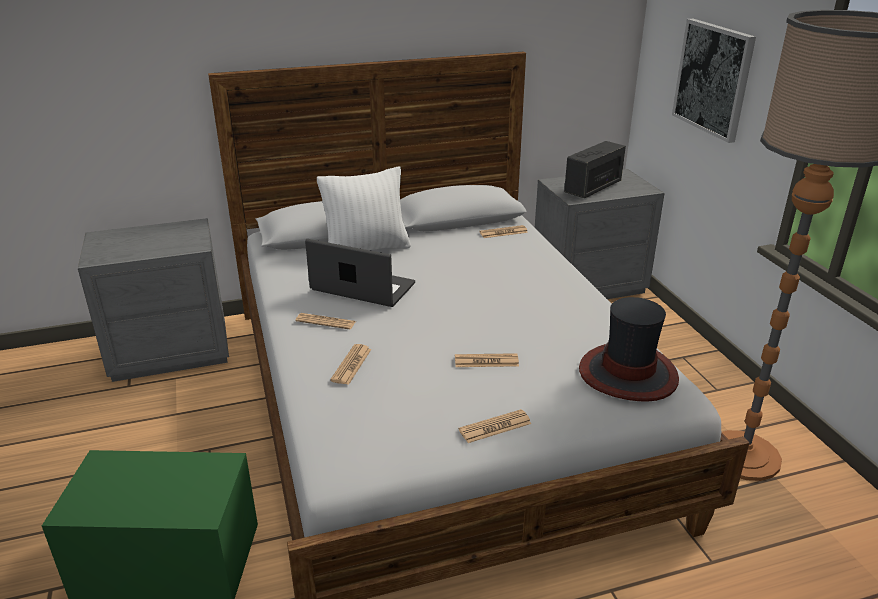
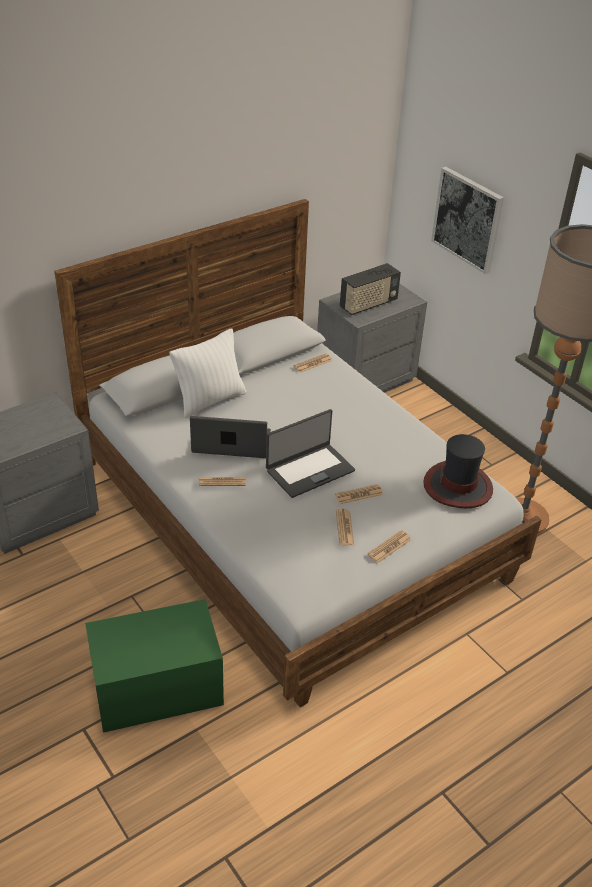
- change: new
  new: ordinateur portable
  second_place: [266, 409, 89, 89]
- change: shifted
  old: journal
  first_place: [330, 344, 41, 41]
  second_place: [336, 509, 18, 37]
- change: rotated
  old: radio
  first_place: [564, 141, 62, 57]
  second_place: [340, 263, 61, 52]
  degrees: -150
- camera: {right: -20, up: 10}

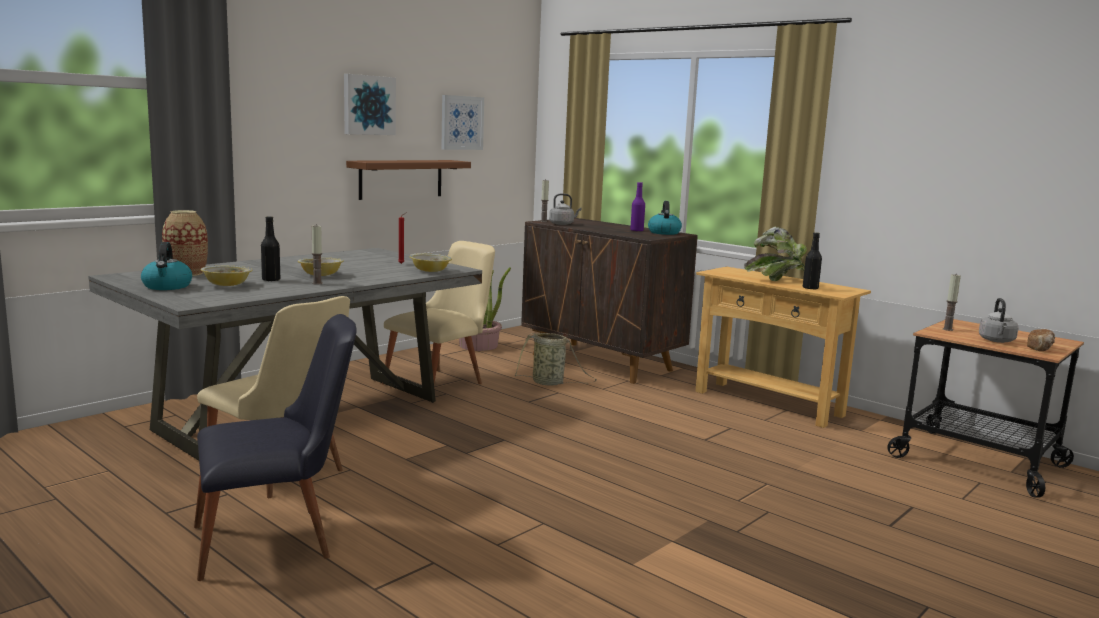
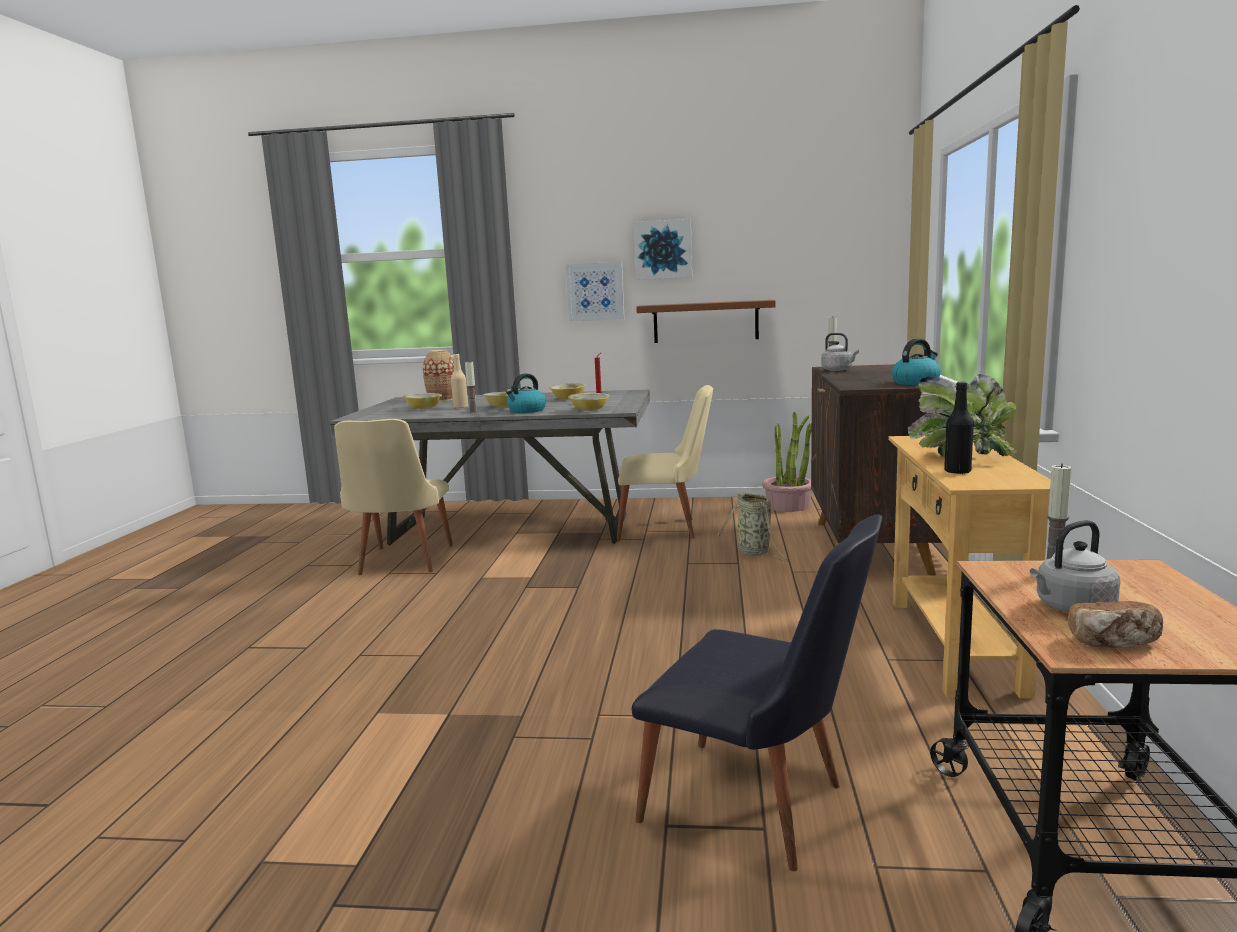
- change: repainted
  old: bouteille/noir
  new: bouteille/beige
  first_place: [261, 216, 19, 65]
  second_place: [451, 354, 17, 54]
- change: shifted
  old: bouilloire
  first_place: [141, 242, 51, 48]
  second_place: [506, 374, 40, 39]
- change: new
  new: bol
  second_place: [549, 383, 37, 16]
- change: shifted
  old: tableau
  first_place: [442, 95, 42, 55]
  second_place: [566, 262, 58, 60]
- change: shifted
  old: chaise/noir
  first_place: [194, 314, 163, 267]
  second_place: [632, 514, 250, 357]
- change: gone
  old: bouteille/violet
  first_place: [630, 182, 15, 50]
- camera: {right: 55, up: 0}

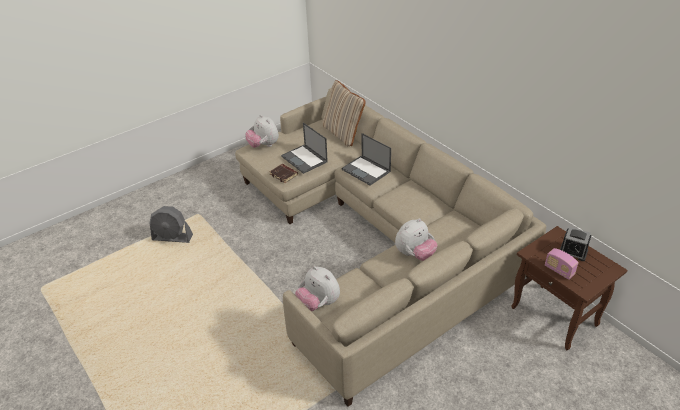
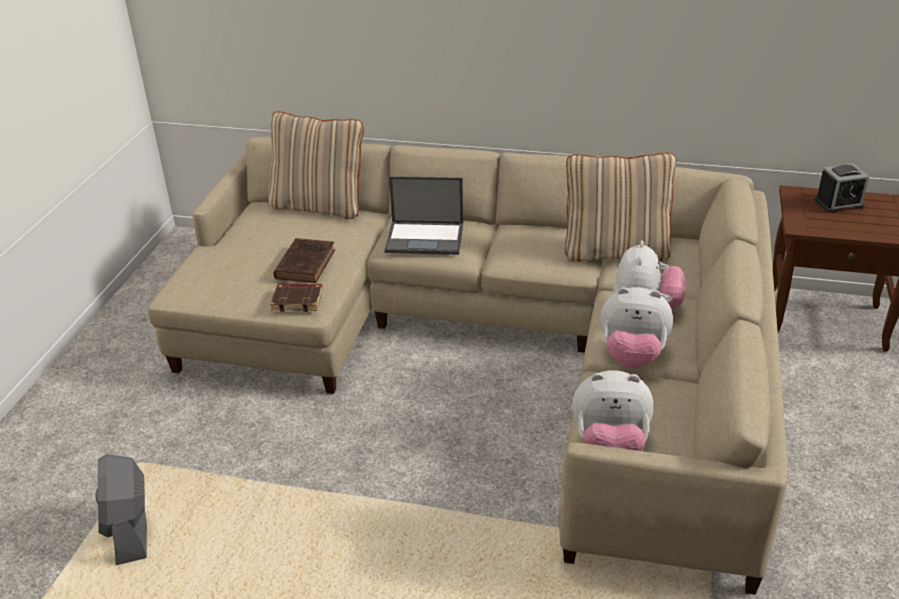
- change: rotated
  old: ventilateur/gris
  first_place: [150, 206, 43, 37]
  second_place: [95, 454, 52, 111]
  degrees: 105
- change: swapped
  old: ordinateur portable
  new: livre/marron
  first_place: [281, 122, 47, 52]
  second_place: [273, 238, 62, 45]
- change: new
  new: coussin/beige
  second_place: [565, 153, 111, 109]
- change: shifted
  old: peluche
  first_place: [245, 114, 34, 34]
  second_place: [600, 287, 73, 81]
- change: gone
  old: radio
  first_place: [545, 248, 33, 32]
- camera: {right: -40, up: -5}

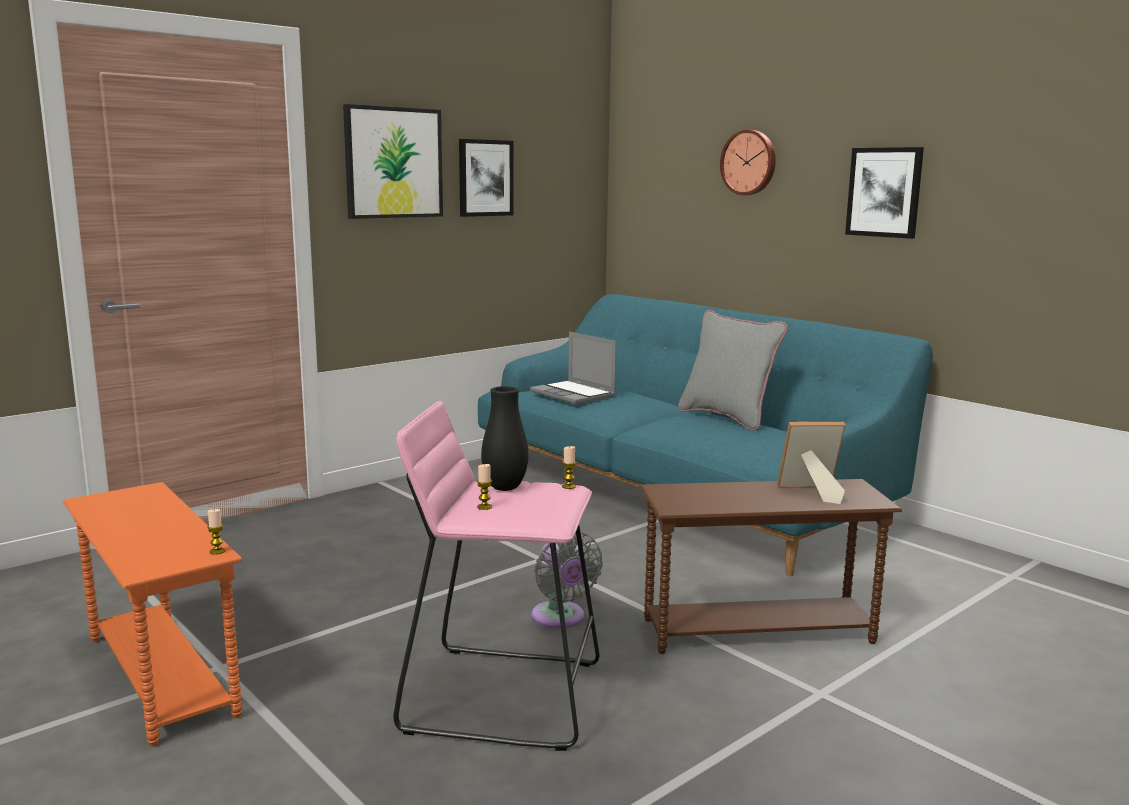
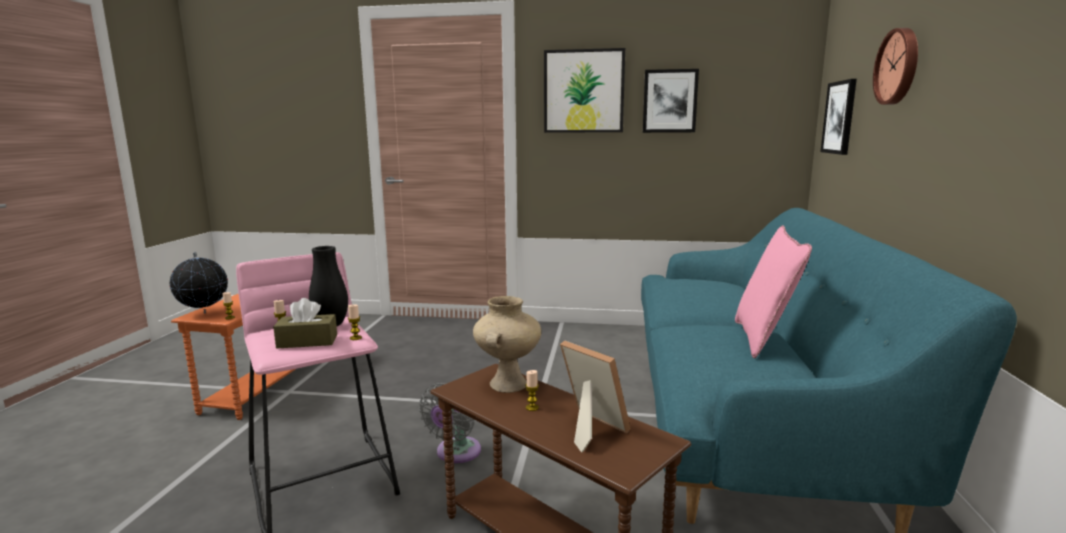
- change: new
  new: globe
  second_place: [169, 252, 59, 61]
- change: new
  new: boîte à mouchoirs/marron
  second_place: [273, 298, 64, 51]
- change: new
  new: vase/beige
  second_place: [473, 296, 68, 97]
- change: new
  new: bougie
  second_place: [525, 370, 14, 41]
- change: repainted
  old: coussin/gris
  new: coussin/rose
  first_place: [678, 310, 109, 121]
  second_place: [735, 225, 77, 133]
- change: shifted
  old: tableau
  first_place: [845, 147, 79, 92]
  second_place: [820, 79, 37, 76]
- change: gone
  old: ordinateur portable
  first_place: [530, 332, 86, 72]
- camera: {right: 50, up: 0}

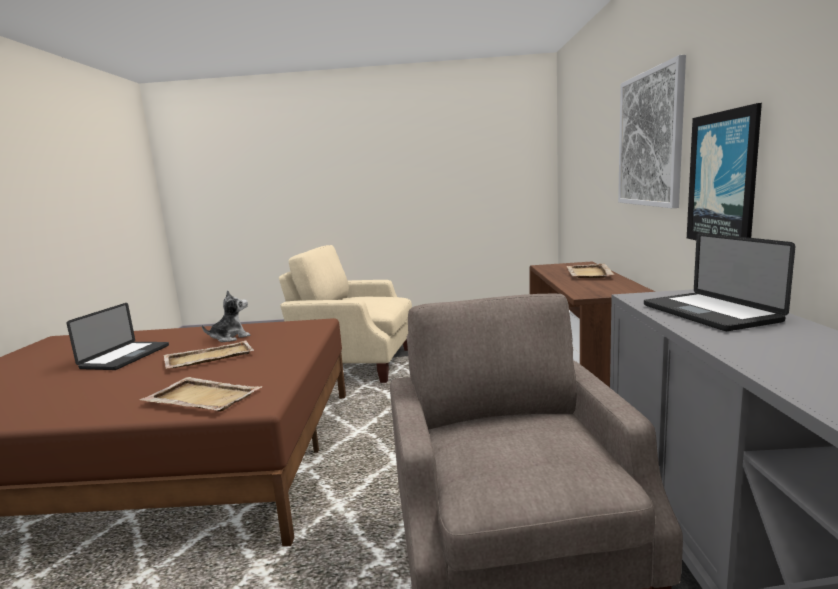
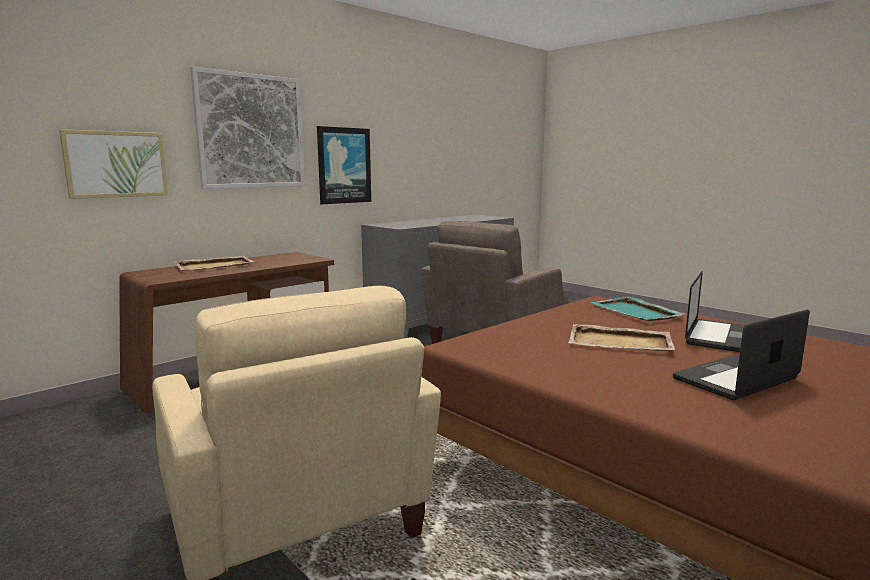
- change: new
  new: tableau
  second_place: [59, 129, 109, 70]
- change: repainted
  old: plateau/beige
  new: plateau/turquoise
  first_place: [140, 377, 122, 35]
  second_place: [591, 296, 94, 25]
- change: shifted
  old: ordinateur portable
  first_place: [644, 233, 151, 98]
  second_place: [685, 271, 60, 81]
- change: gone
  old: peluche
  first_place: [202, 290, 48, 52]
- camera: {right: -135, up: 0}

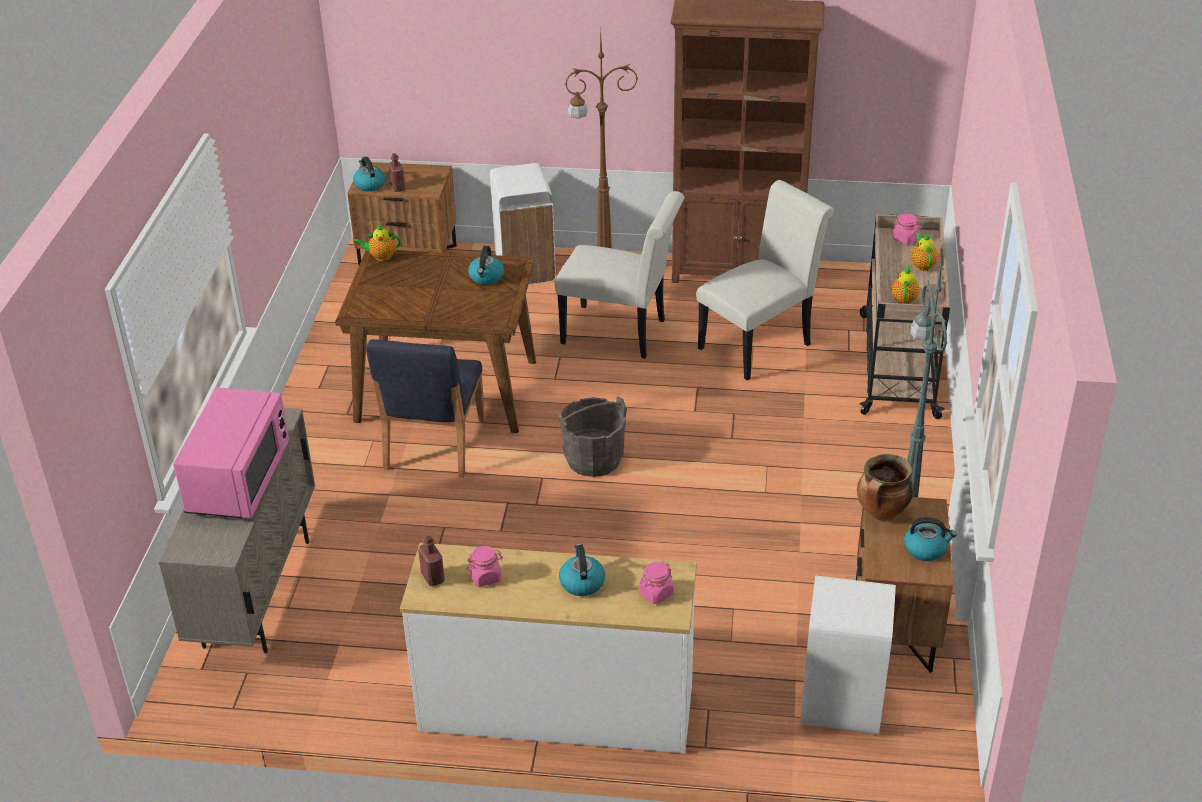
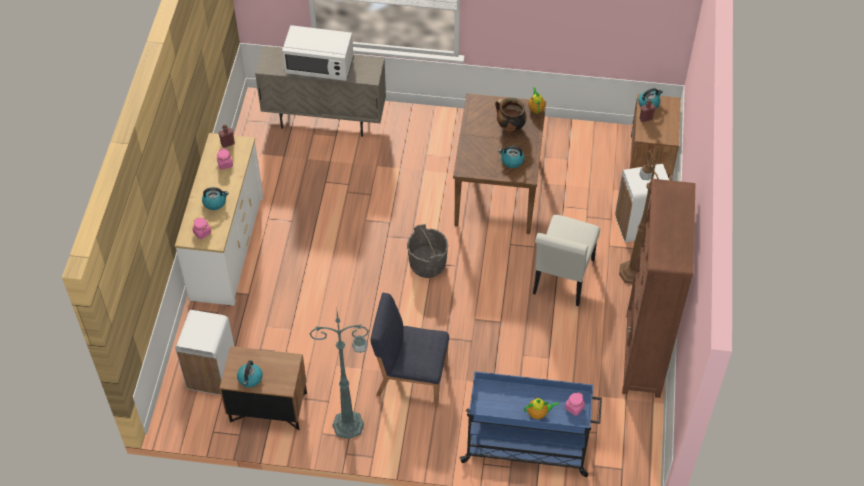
- change: repainted
  old: micro-ondes/rose
  new: micro-ondes/blanc
  first_place: [173, 387, 116, 131]
  second_place: [282, 25, 72, 56]
- change: shifted
  old: chaise/bleu
  first_place: [366, 339, 119, 139]
  second_place: [370, 293, 79, 113]
- change: repainted
  old: chariot/beige
  new: chariot/bleu
  first_place: [860, 214, 90, 205]
  second_place: [459, 371, 143, 106]
- change: shifted
  old: marmite
  first_place: [857, 454, 56, 67]
  second_place: [495, 98, 32, 35]
- change: gone
  old: chaise/blanc
  first_place: [696, 180, 138, 201]
- change: gone
  old: théière
  first_place: [892, 265, 28, 39]
- camera: {right: 90, up: 15}

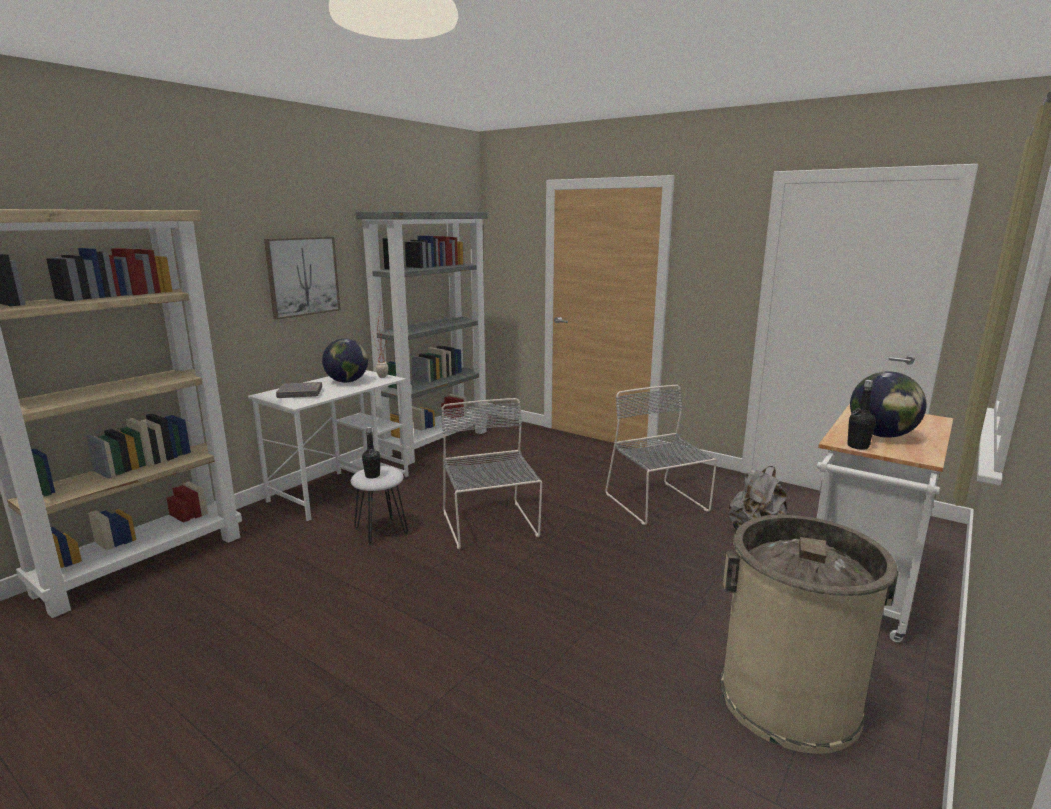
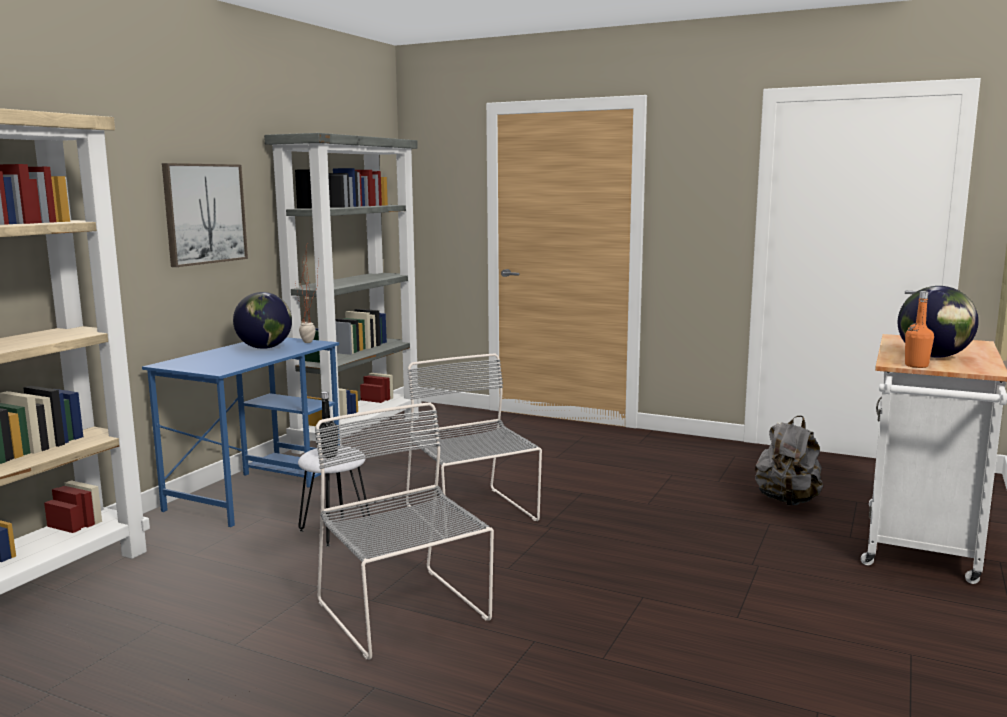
- change: repainted
  old: bureau/blanc
  new: bureau/bleu
  first_place: [248, 370, 161, 151]
  second_place: [142, 337, 198, 190]
- change: shifted
  old: chaise/gris
  first_place: [605, 385, 112, 140]
  second_place: [315, 402, 179, 258]
- change: repainted
  old: bouteille/noir
  new: bouteille/orange
  first_place: [847, 380, 29, 70]
  second_place: [905, 291, 29, 77]
- change: gone
  old: livre/gris
  first_place: [276, 382, 46, 16]
- change: gone
  old: poubelle/beige
  first_place: [720, 515, 179, 239]
- camera: {right: -10, up: -5}

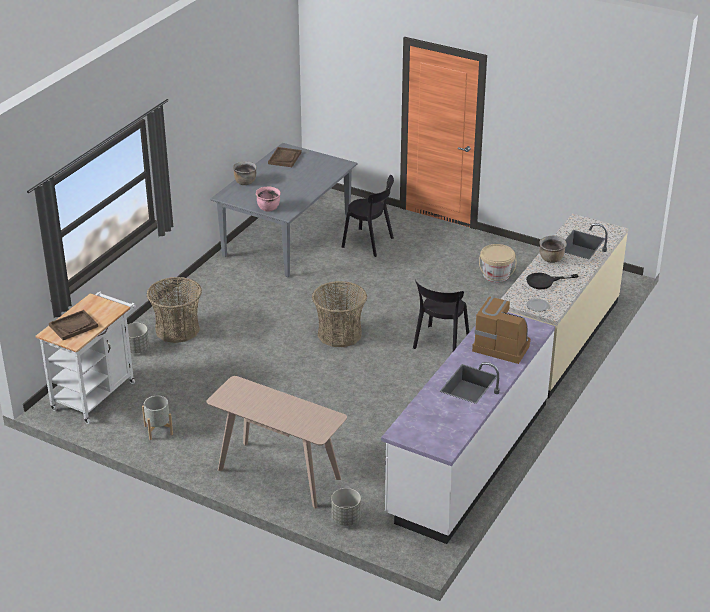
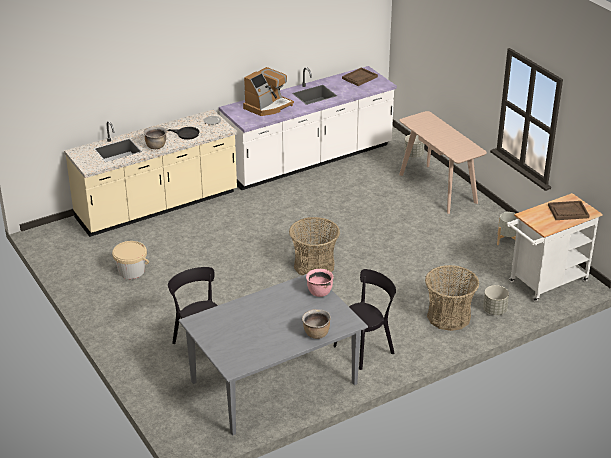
- change: rotated
  old: machine à café
  first_place: [472, 297, 59, 67]
  second_place: [243, 67, 51, 49]
  degrees: -105
- change: shifted
  old: chaise/noir
  first_place: [413, 280, 56, 71]
  second_place: [333, 269, 63, 101]
- change: shifted
  old: plateau/marron
  first_place: [268, 147, 33, 20]
  second_place: [342, 67, 36, 19]
- camera: {right: -150, up: 0}

